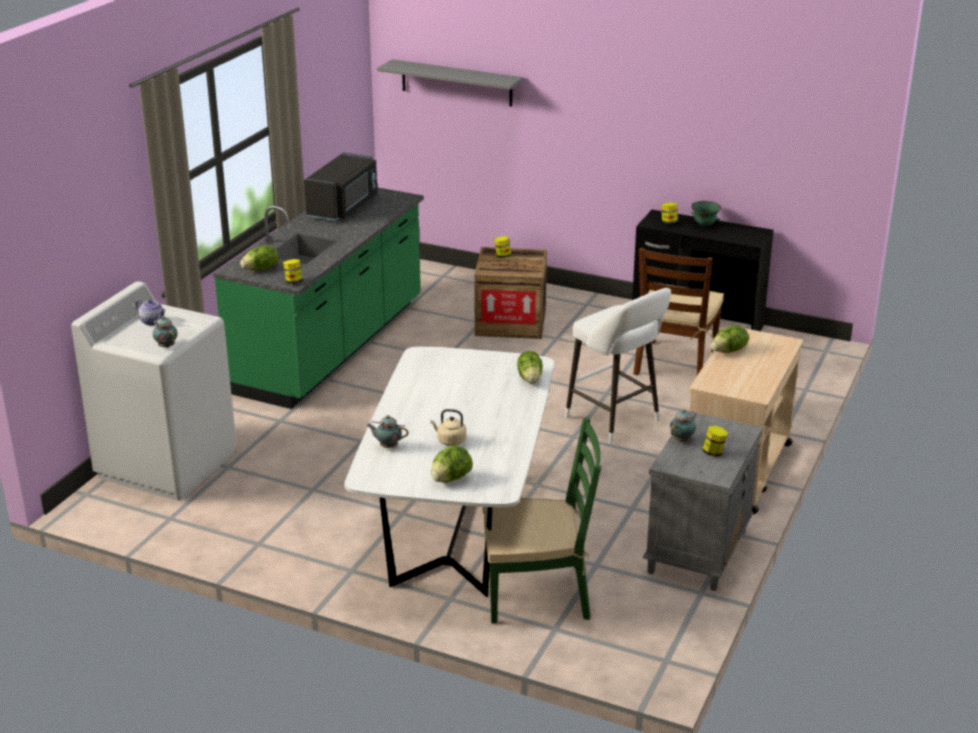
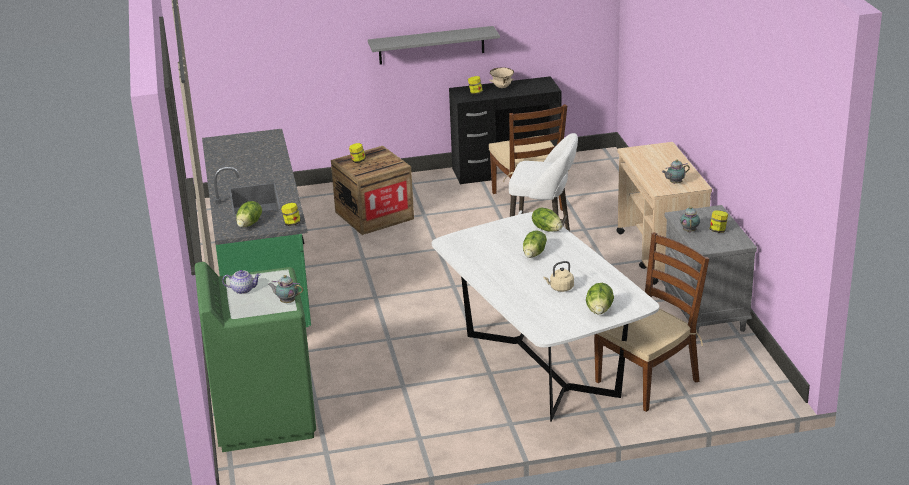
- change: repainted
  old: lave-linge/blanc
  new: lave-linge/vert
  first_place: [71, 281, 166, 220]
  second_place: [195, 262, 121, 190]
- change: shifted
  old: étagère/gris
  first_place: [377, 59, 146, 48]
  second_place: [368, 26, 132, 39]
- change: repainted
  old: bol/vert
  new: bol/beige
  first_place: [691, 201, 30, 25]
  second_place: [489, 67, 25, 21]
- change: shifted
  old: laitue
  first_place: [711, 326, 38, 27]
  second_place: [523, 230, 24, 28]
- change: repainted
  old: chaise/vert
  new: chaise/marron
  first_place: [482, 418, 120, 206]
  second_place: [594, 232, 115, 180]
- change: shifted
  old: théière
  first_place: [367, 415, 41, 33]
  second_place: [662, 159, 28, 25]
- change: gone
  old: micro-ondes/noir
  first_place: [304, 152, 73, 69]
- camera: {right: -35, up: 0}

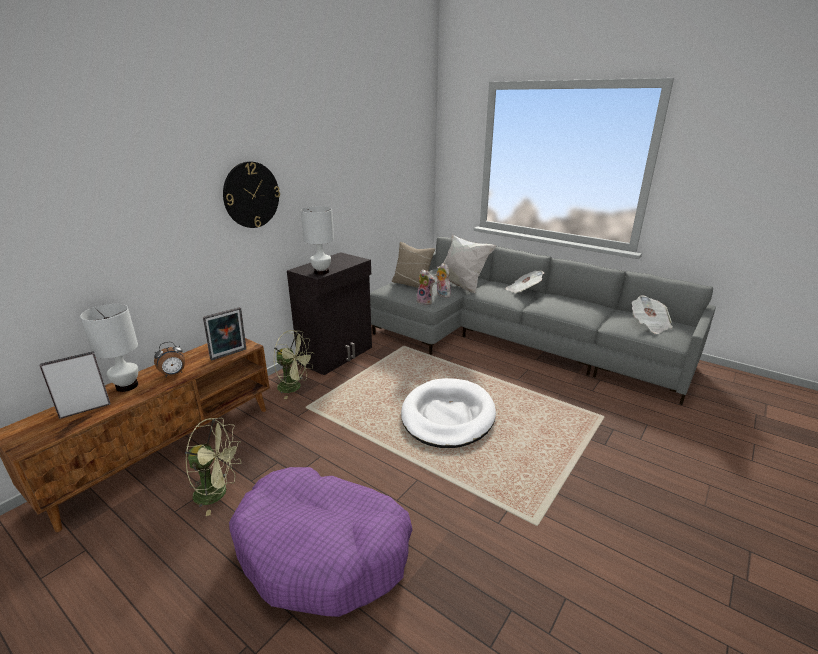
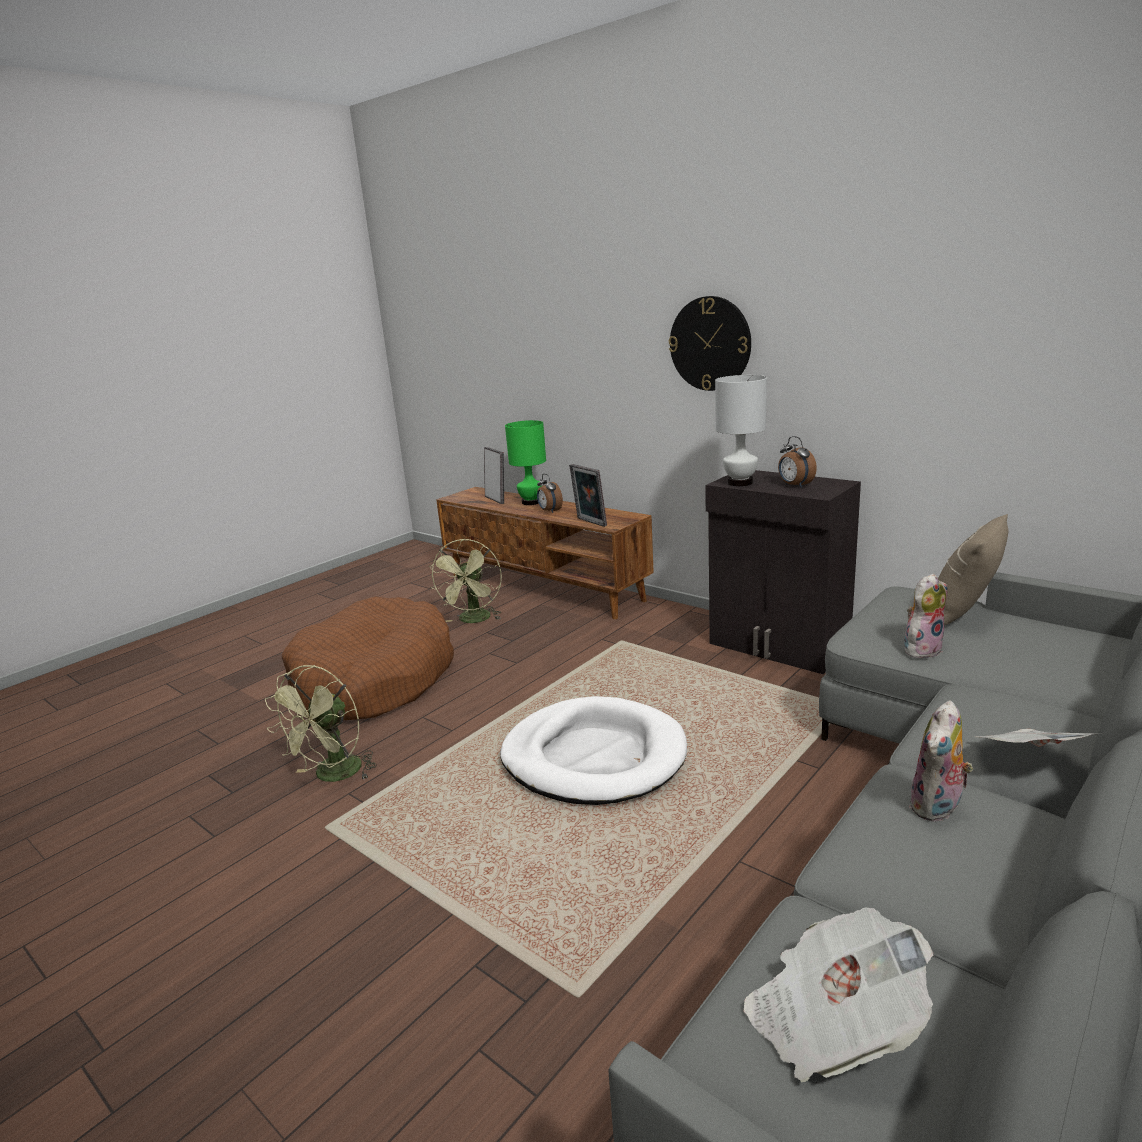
- change: shifted
  old: ventilateur/vert
  first_place: [274, 330, 40, 69]
  second_place: [265, 665, 112, 117]
- change: repainted
  old: panier pour chien/violet
  new: panier pour chien/marron
  first_place: [229, 467, 184, 150]
  second_place: [282, 596, 172, 124]
- change: repainted
  old: lampe de table/blanc
  new: lampe de table/vert
  first_place: [80, 304, 58, 88]
  second_place: [505, 420, 41, 85]
- change: new
  new: réveil
  second_place: [778, 436, 39, 52]
- change: shifted
  old: peluche
  first_place: [416, 270, 19, 35]
  second_place: [909, 700, 64, 122]
- change: gone
  old: coussin/blanc
  first_place: [433, 233, 63, 60]
- camera: {right: 95, up: -5}

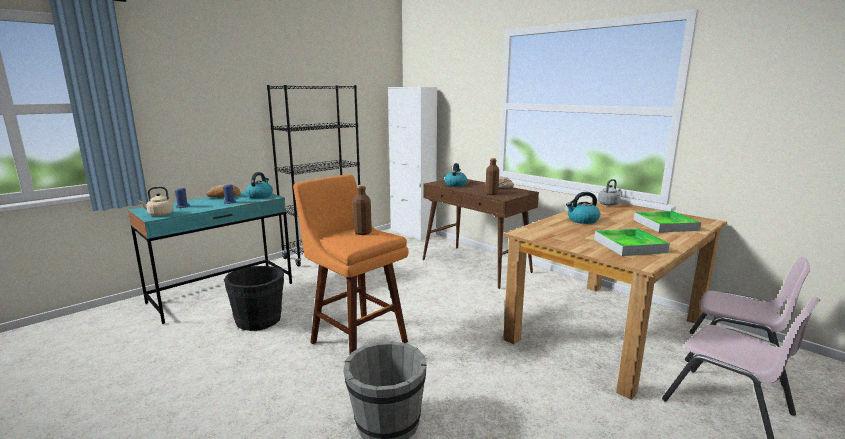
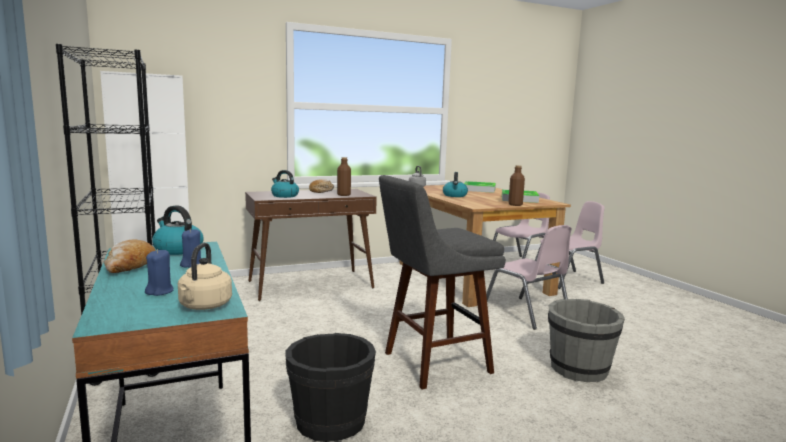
- change: repainted
  old: tabouret/orange
  new: tabouret/gris
  first_place: [293, 174, 116, 181]
  second_place: [379, 175, 127, 215]
- change: new
  new: chaise/rose
  second_place: [486, 225, 86, 105]
- change: shifted
  old: bouteille/marron
  first_place: [353, 185, 19, 50]
  second_place: [508, 165, 17, 41]
- camera: {right: -70, up: -5}

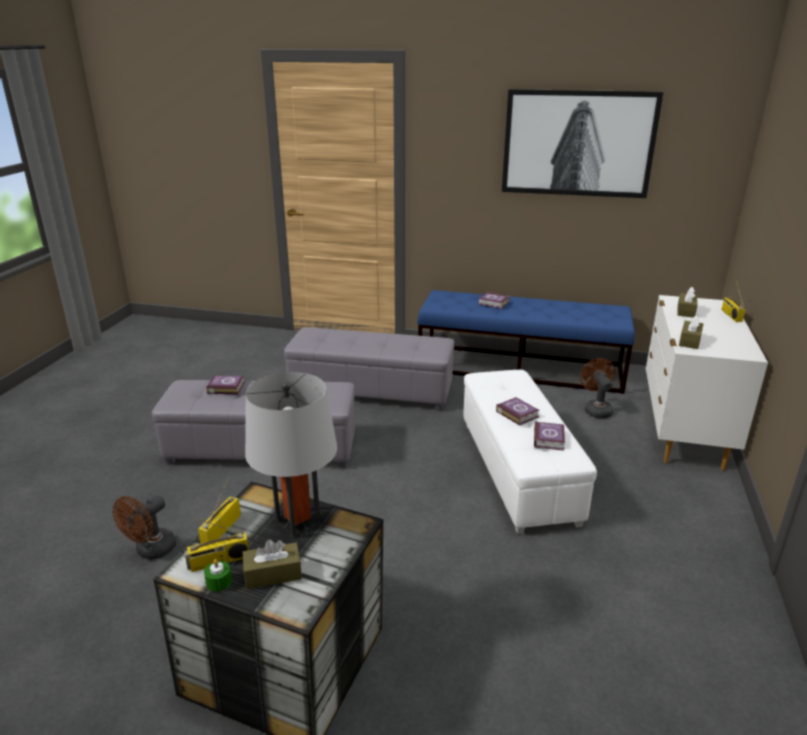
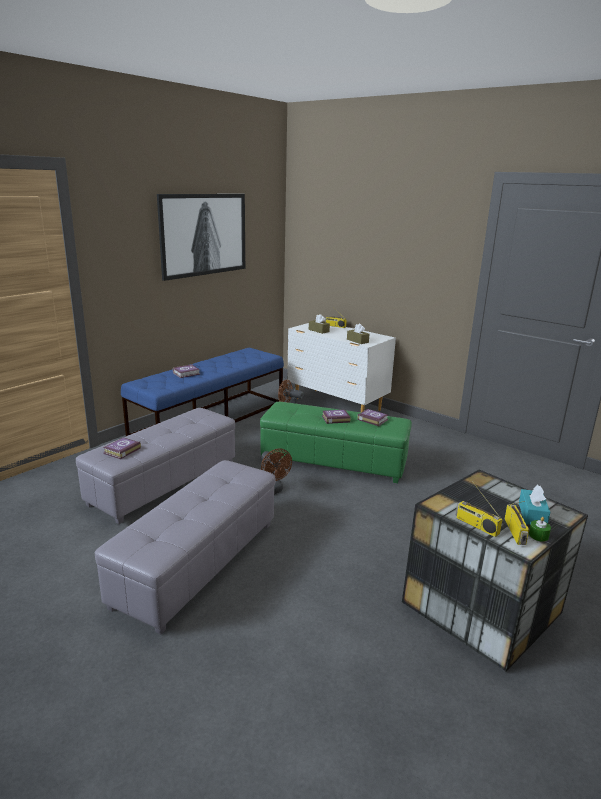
- change: shifted
  old: livre
  first_place: [206, 375, 39, 19]
  second_place: [103, 437, 38, 22]
- change: repainted
  old: pouf/blanc
  new: pouf/vert
  first_place: [463, 370, 134, 164]
  second_place: [260, 402, 152, 81]
- change: shifted
  old: ventilateur/marron
  first_place: [113, 495, 63, 65]
  second_place: [261, 448, 31, 46]
- change: repainted
  old: boîte à mouchoirs/marron
  new: boîte à mouchoirs/turquoise
  first_place: [243, 539, 59, 50]
  second_place: [519, 485, 31, 40]
- change: gone
  old: lampe de table/gris
  first_place: [245, 372, 92, 166]
- camera: {right: -65, up: -5}

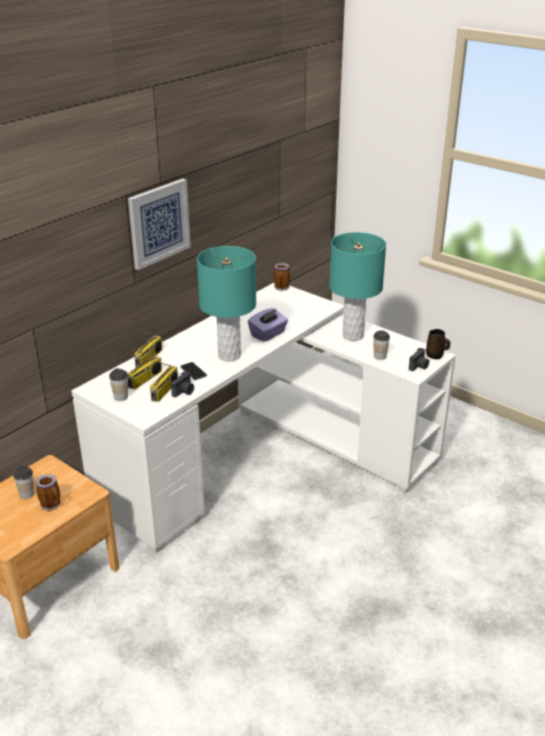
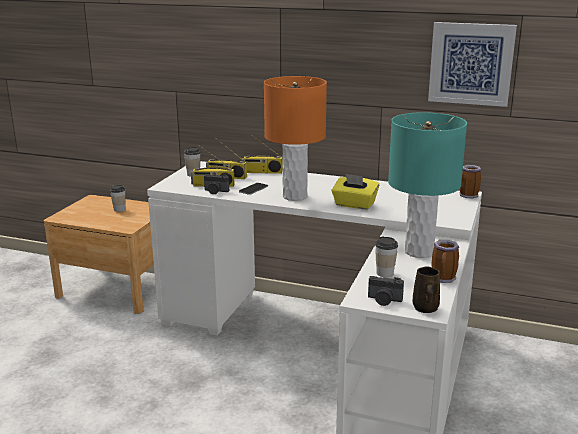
- change: repainted
  old: lampe de table/turquoise
  new: lampe de table/orange
  first_place: [197, 246, 59, 115]
  second_place: [264, 76, 63, 125]
- change: repainted
  old: boîte à mouchoirs/violet
  new: boîte à mouchoirs/jaune
  first_place: [248, 308, 40, 34]
  second_place: [331, 174, 48, 36]
- change: shifted
  old: tableau
  first_place: [128, 179, 63, 91]
  second_place: [428, 22, 89, 85]
- change: shifted
  old: mug
  first_place: [36, 474, 25, 37]
  second_place: [431, 240, 28, 43]
- camera: {right: 70, up: -10}

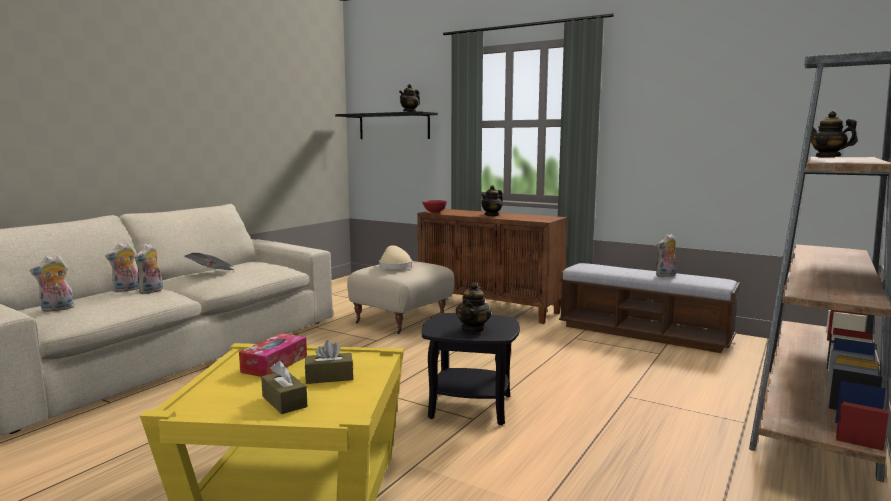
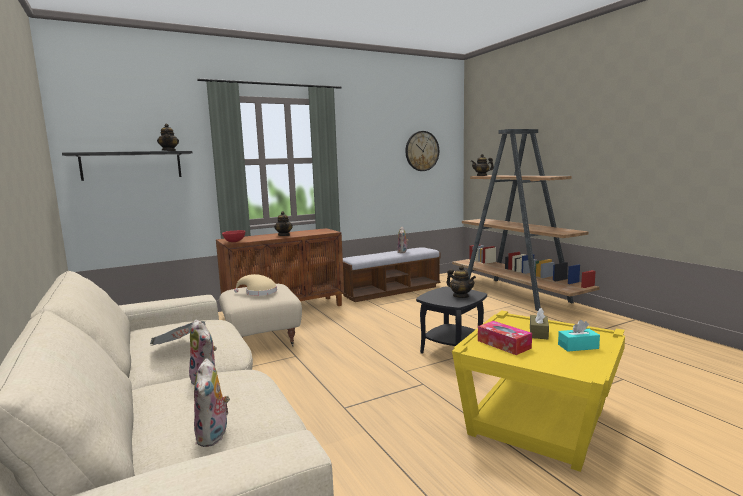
- change: new
  new: horloge murale
  second_place: [405, 131, 34, 40]
- change: repainted
  old: boîte à mouchoirs/marron
  new: boîte à mouchoirs/turquoise
  first_place: [261, 361, 47, 53]
  second_place: [558, 320, 42, 32]
- change: gone
  old: peluche
  first_place: [105, 242, 34, 50]
- camera: {right: -60, up: 0}

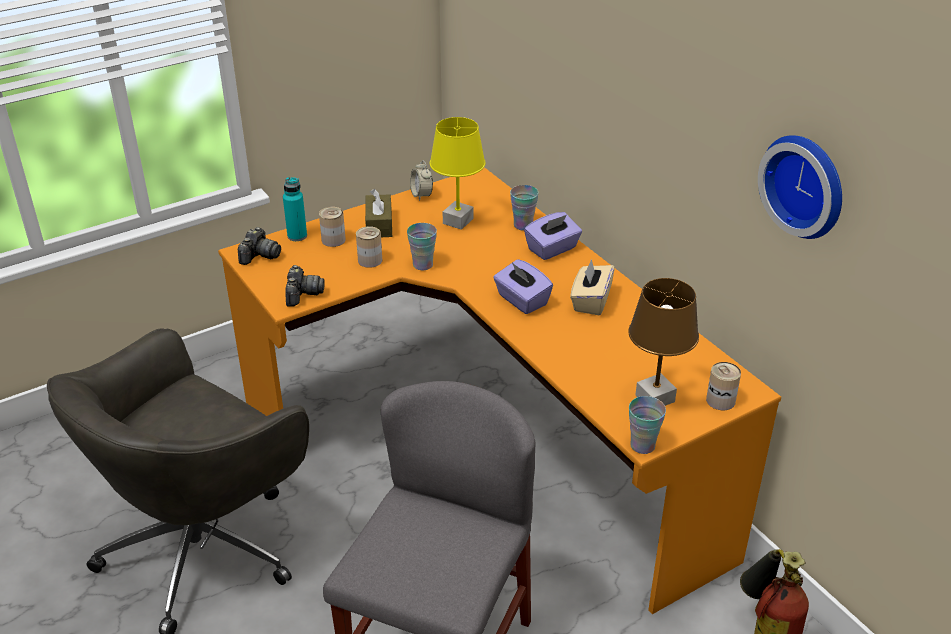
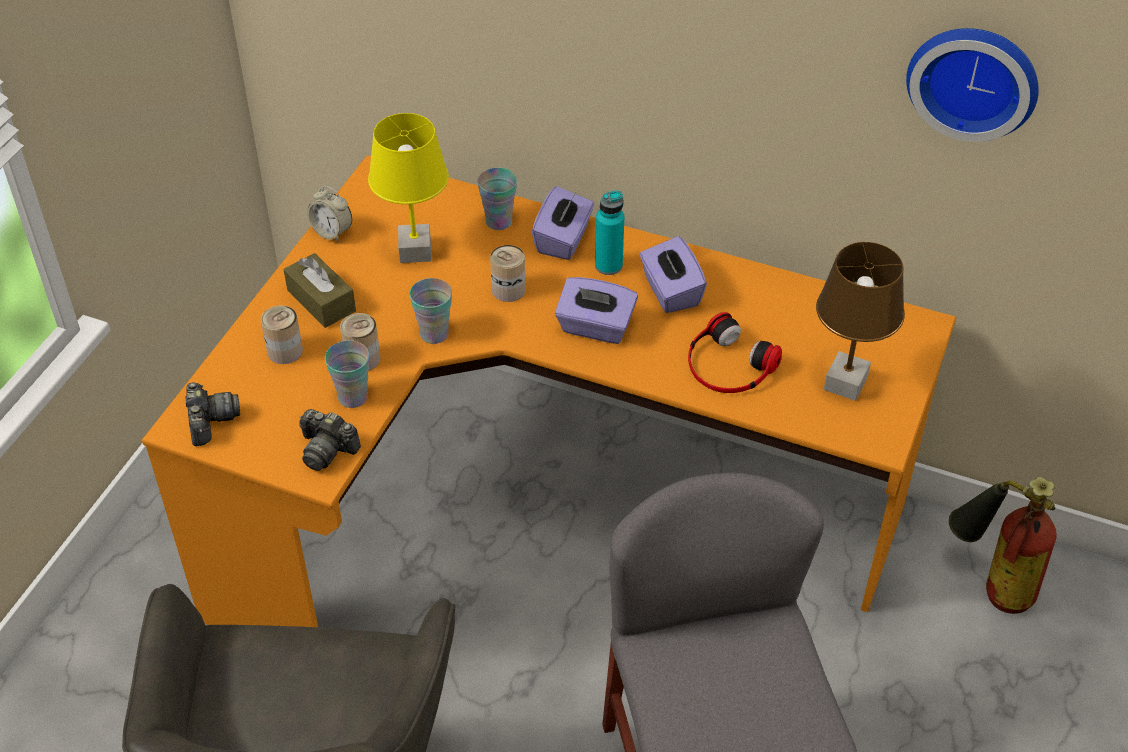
- change: rotated
  old: appareil photo
  first_place: [285, 265, 40, 42]
  second_place: [299, 409, 62, 62]
  degrees: 150
- change: shifted
  old: tasse
  first_place: [629, 396, 37, 58]
  second_place: [325, 340, 44, 68]
- change: shifted
  old: boîte métallique
  first_place: [706, 362, 35, 48]
  second_place: [490, 245, 36, 57]
- change: shifted
  old: bouteille/turquoise
  first_place: [283, 177, 24, 64]
  second_place: [595, 190, 30, 85]
- change: repainted
  old: boîte à mouchoirs/beige
  new: boîte à mouchoirs/violet
  first_place: [570, 259, 45, 56]
  second_place: [639, 236, 68, 77]
- change: new
  new: casque audio
  second_place: [688, 312, 94, 81]
- camera: {right: -35, up: 10}

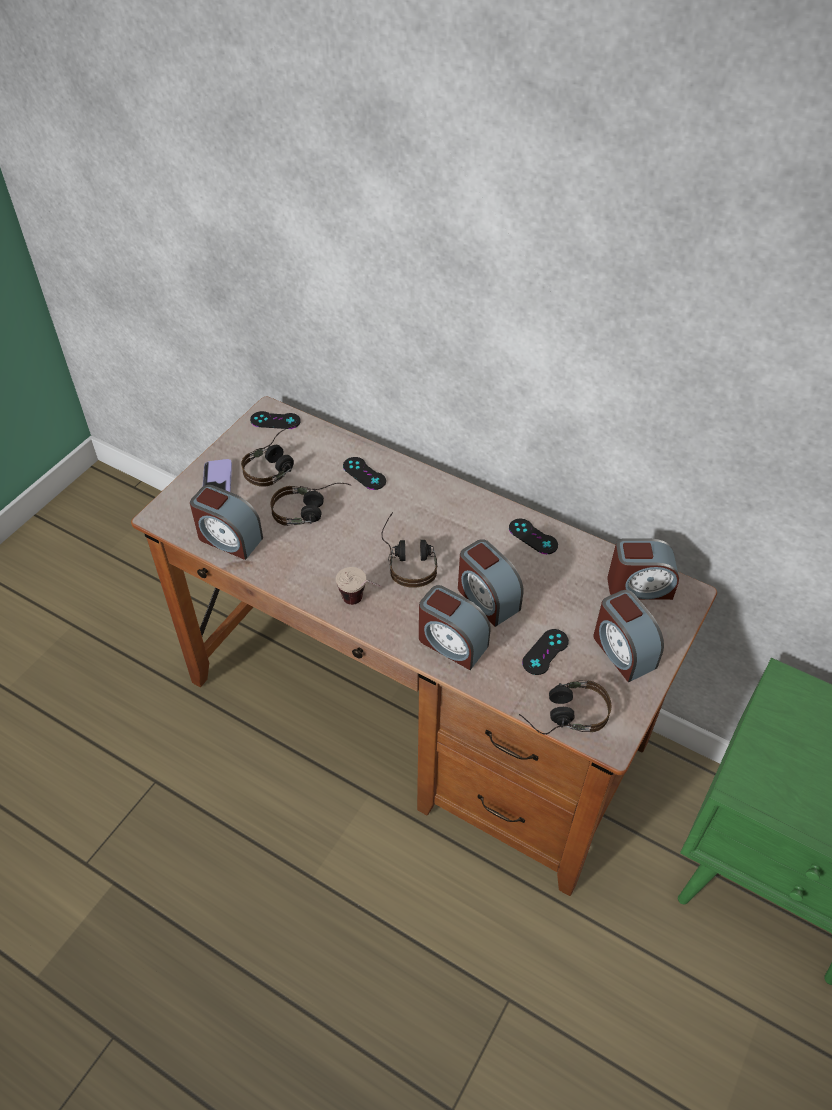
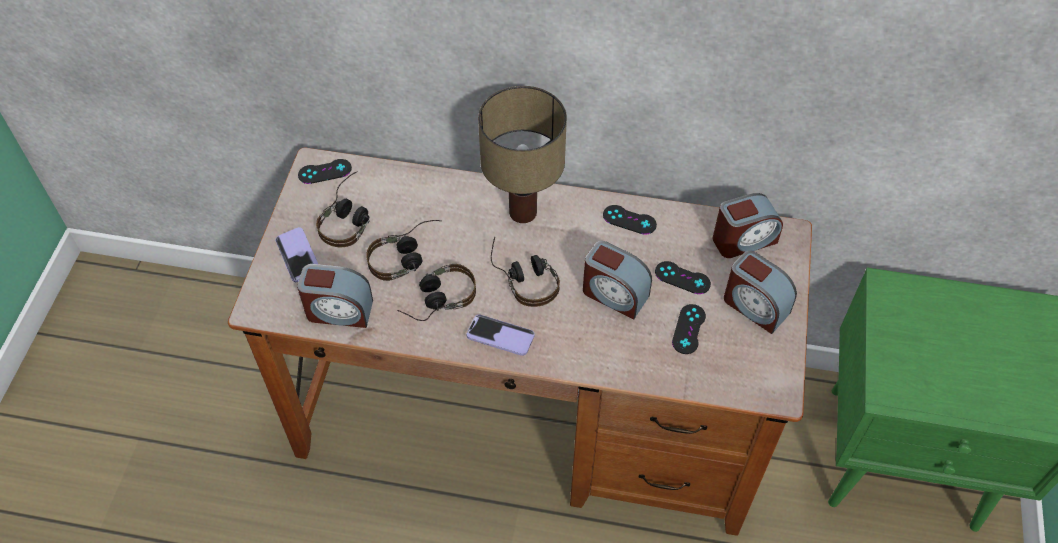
- change: shifted
  old: casque audio
  first_place: [519, 680, 92, 55]
  second_place: [397, 264, 79, 57]
- change: swapped
  old: tasse
  new: téléphone
  first_place: [336, 567, 46, 38]
  second_place: [467, 315, 68, 41]
- change: new
  new: lampe de table
  second_place: [478, 86, 89, 137]
- change: shifted
  old: manette/noir
  first_place: [343, 457, 43, 33]
  second_place: [655, 261, 56, 33]
- change: gone
  old: réveil
  first_place: [419, 585, 72, 85]
- camera: {right: -20, up: 5}

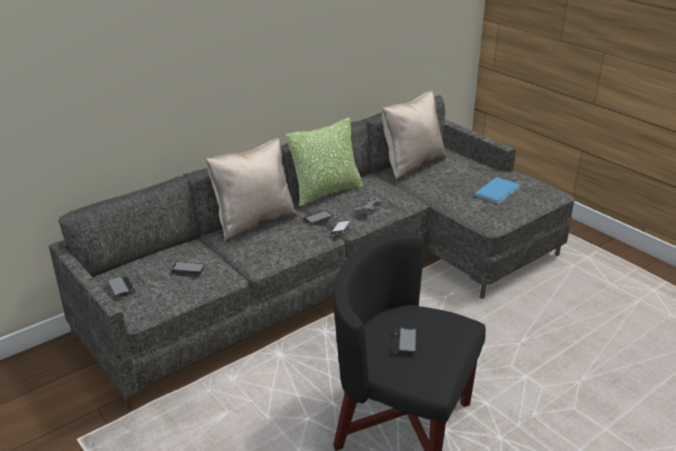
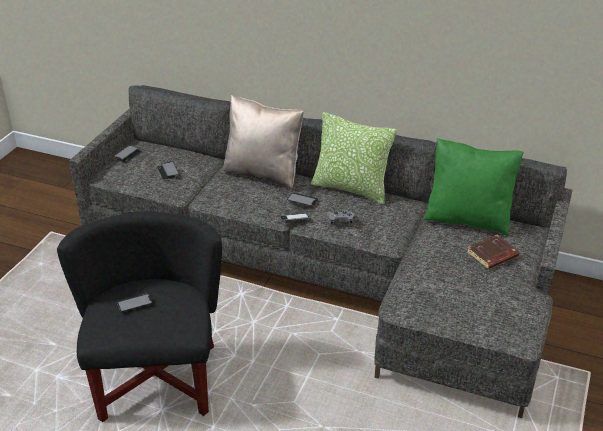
- change: repainted
  old: coussin/beige
  new: coussin/vert
  first_place: [382, 91, 64, 89]
  second_place: [423, 138, 101, 98]
- change: new
  new: livre/marron
  second_place: [467, 235, 52, 34]
- change: gone
  old: livre/bleu
  first_place: [474, 177, 46, 27]
- camera: {right: 60, up: 5}

